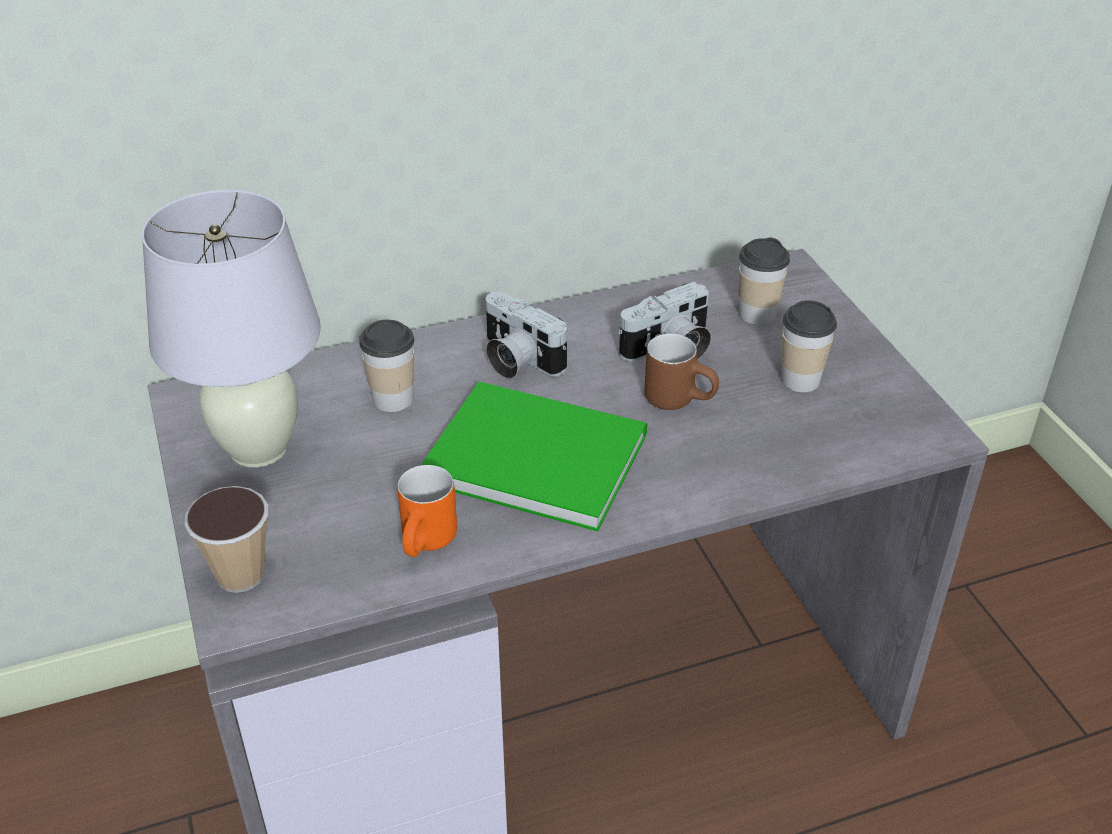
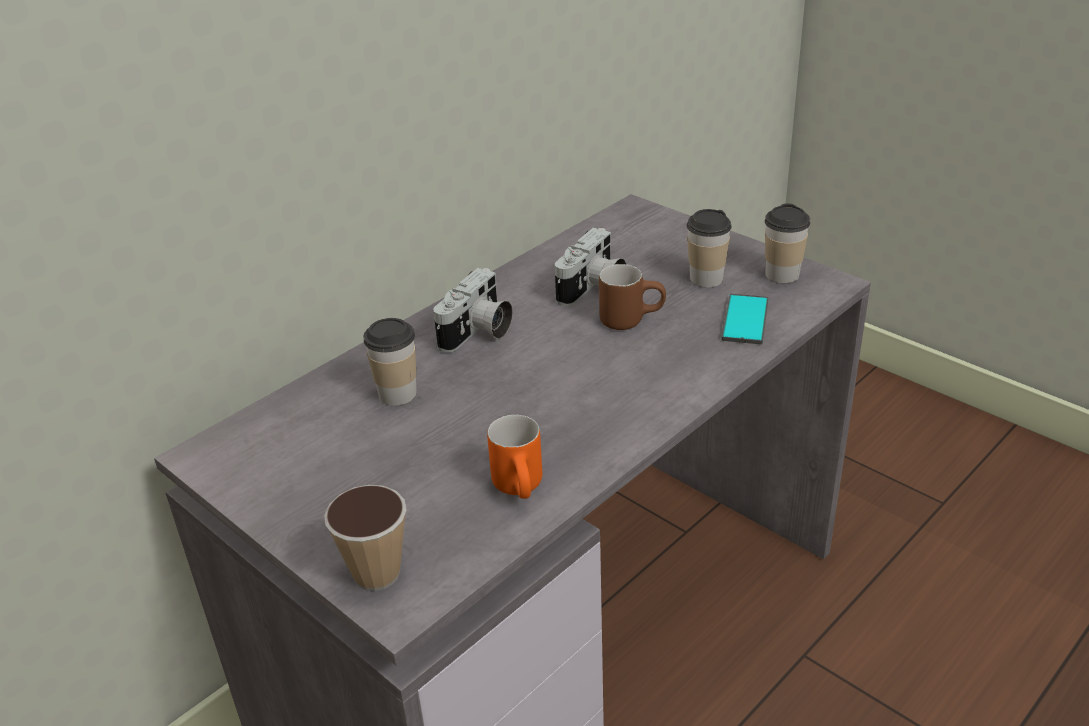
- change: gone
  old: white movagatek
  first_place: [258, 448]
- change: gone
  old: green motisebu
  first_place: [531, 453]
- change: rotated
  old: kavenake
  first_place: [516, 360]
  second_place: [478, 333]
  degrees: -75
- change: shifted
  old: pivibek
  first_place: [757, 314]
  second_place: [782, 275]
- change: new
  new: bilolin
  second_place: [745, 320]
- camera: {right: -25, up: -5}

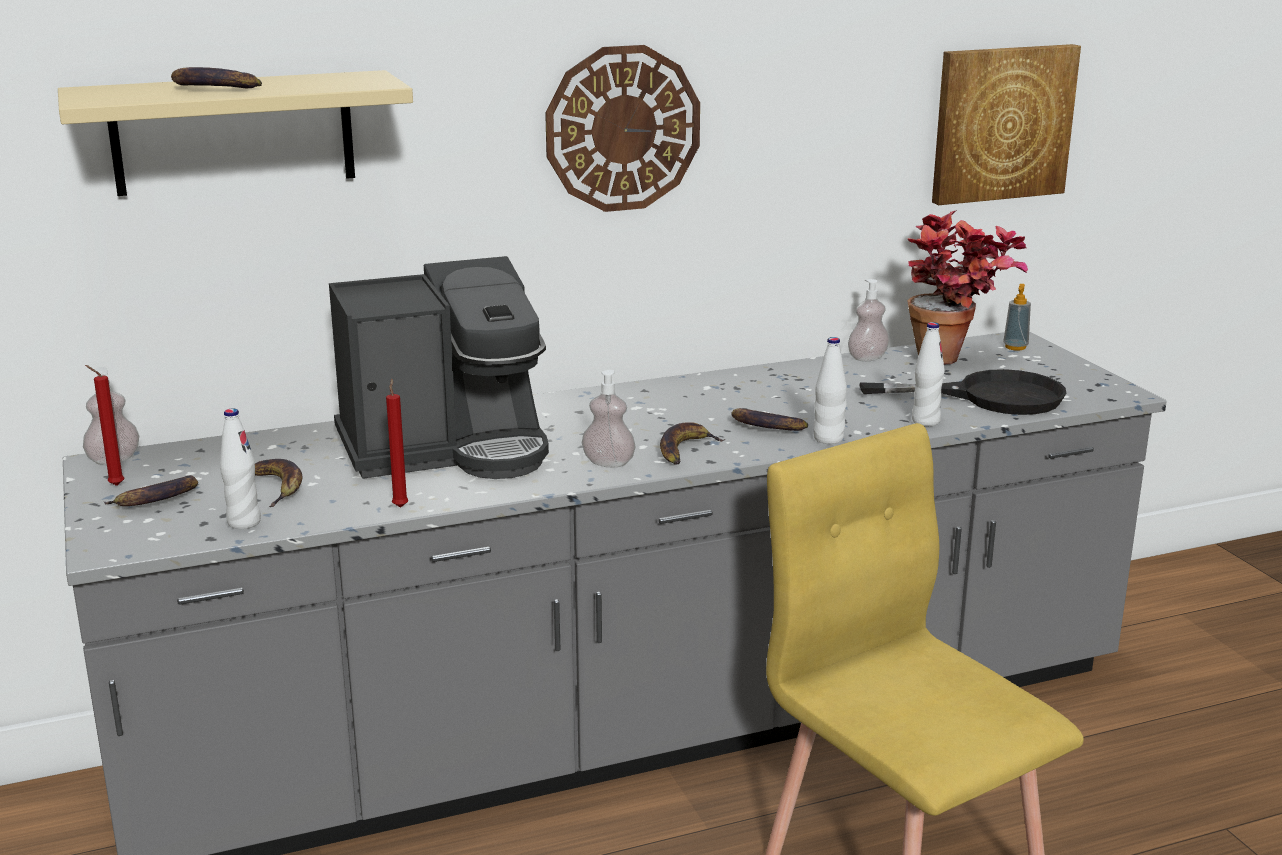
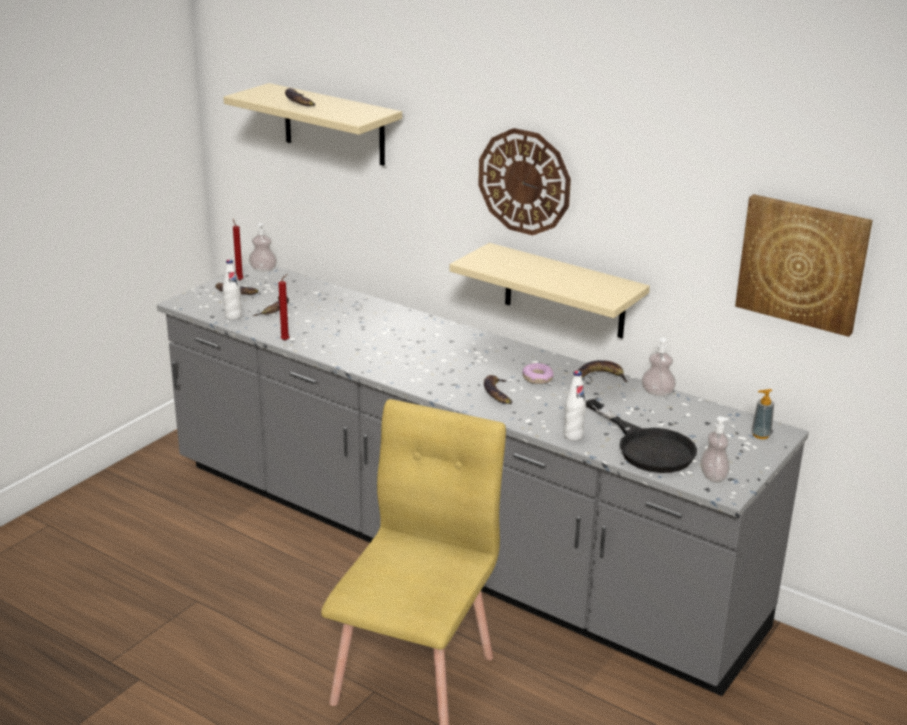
- change: gone
  old: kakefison
  first_place: [448, 449]
- change: shifted
  old: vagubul
  first_place: [608, 463]
  second_place: [713, 476]
- change: shifted
  old: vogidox
  first_place: [685, 450]
  second_place: [600, 376]
- change: gone
  old: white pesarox
  first_place: [828, 439]
- change: gone
  old: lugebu
  first_place: [953, 362]
- change: new
  new: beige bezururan
  second_place: [564, 291]
- change: new
  new: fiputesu
  second_place: [537, 378]
- camera: {right: 55, up: 5}

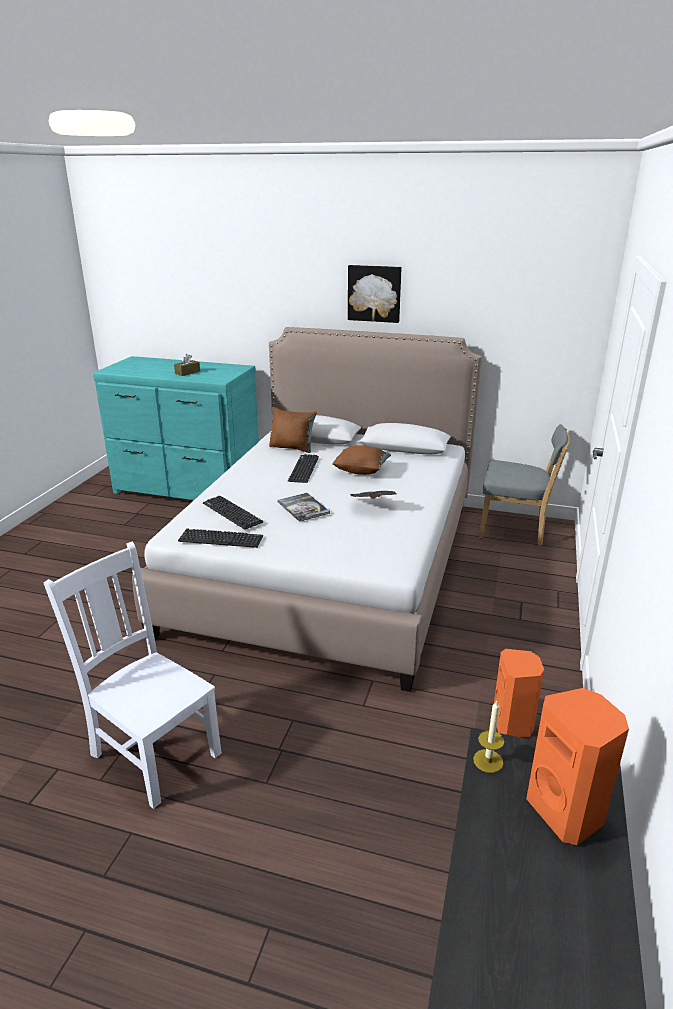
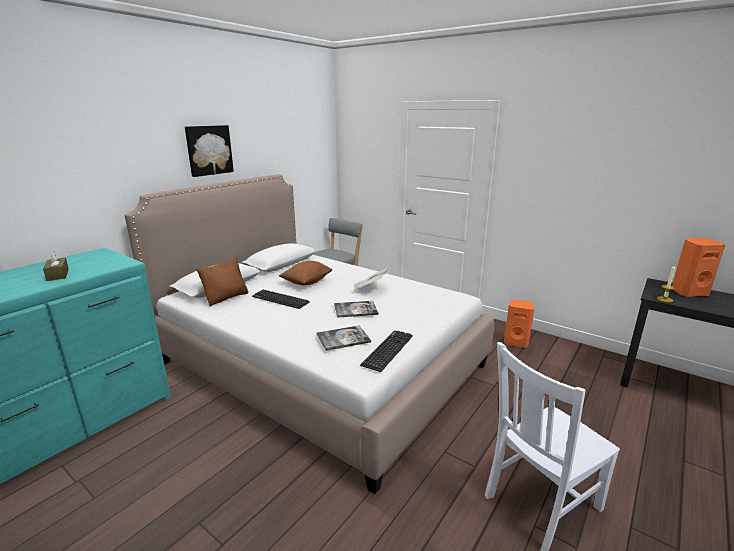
- change: swapped
  old: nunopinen
  new: motisebu
  first_place: [232, 513]
  second_place: [343, 338]
- camera: {right: -70, up: -5}

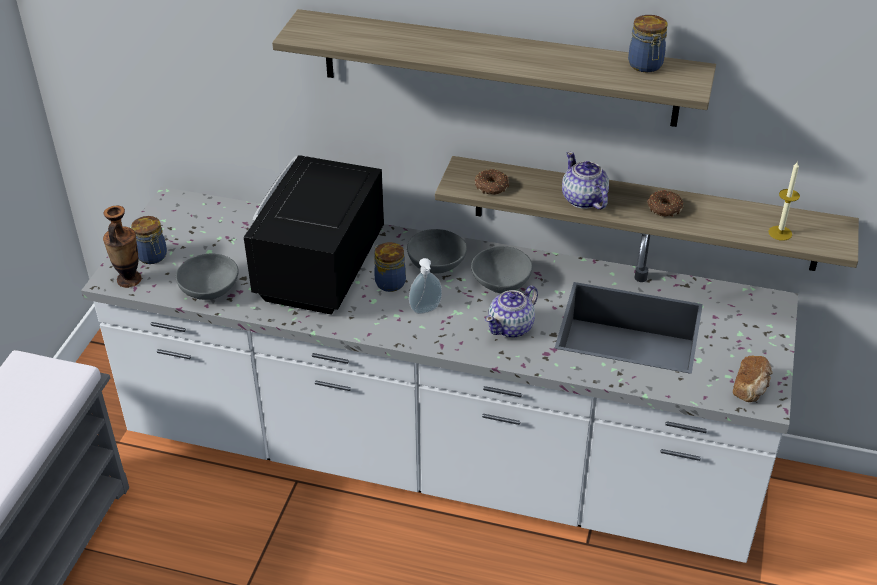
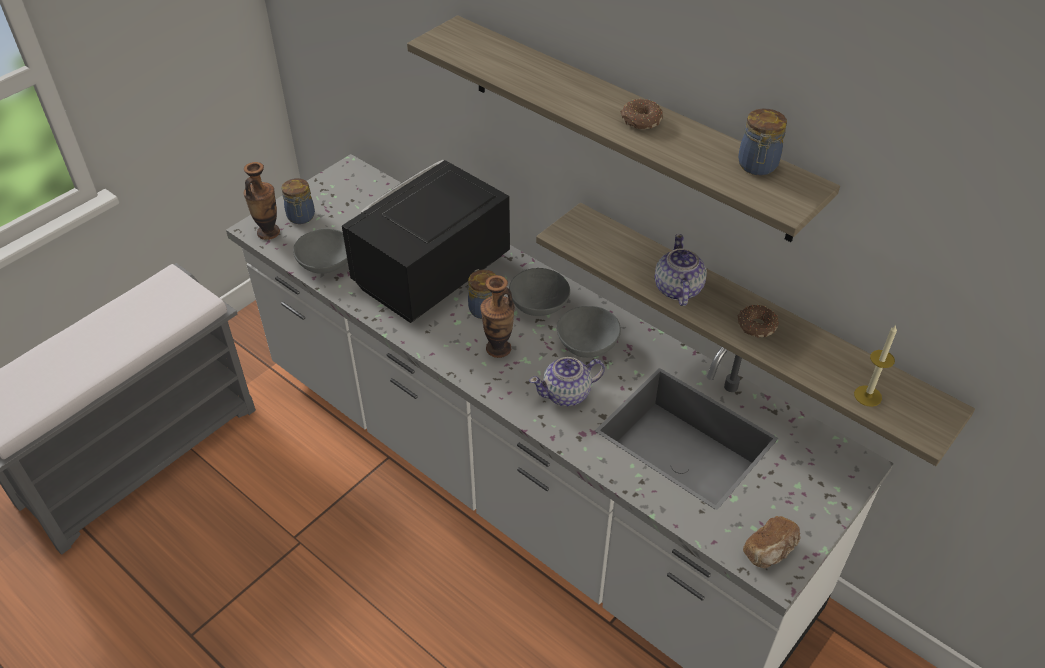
- change: swapped
  old: vagubul
  new: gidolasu
  first_place: [426, 310]
  second_place: [498, 348]
- change: shifted
  old: fiputesu
  first_place: [491, 187]
  second_place: [640, 120]
- camera: {right: 25, up: 5}

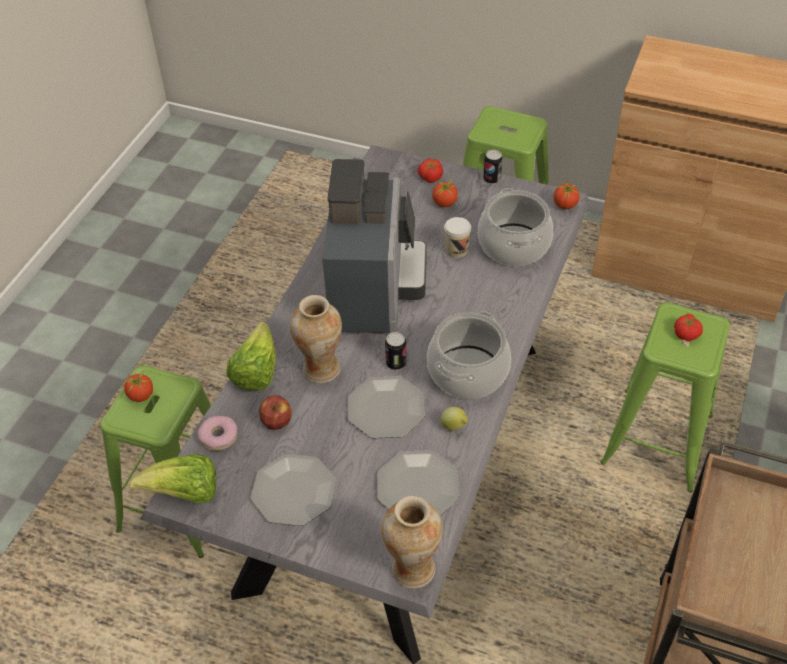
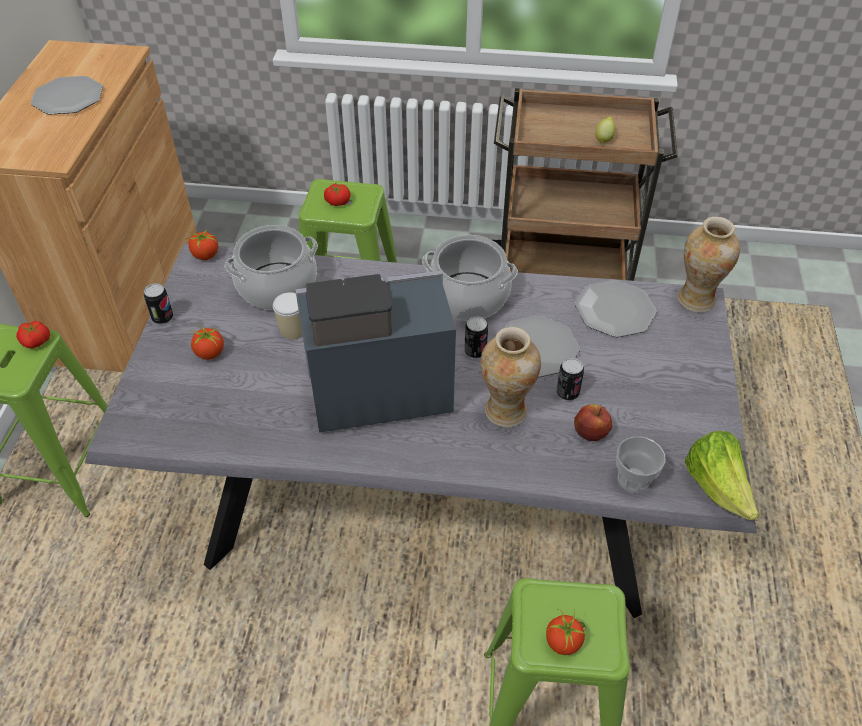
- change: swapped
  old: fiputesu
  new: pivibek
  first_place: [218, 436]
  second_place: [633, 479]
- change: gone
  old: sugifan
  first_place: [256, 372]
- change: shifted
  old: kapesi
  first_place: [294, 491]
  second_place: [68, 97]
- change: shifted
  old: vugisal
  first_place: [430, 177]
  second_place: [36, 341]
- change: shifted
  old: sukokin
  first_place: [454, 427]
  second_place: [604, 139]
- change: new
  new: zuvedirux
  second_place: [567, 393]
- camera: {right: -105, up: 0}

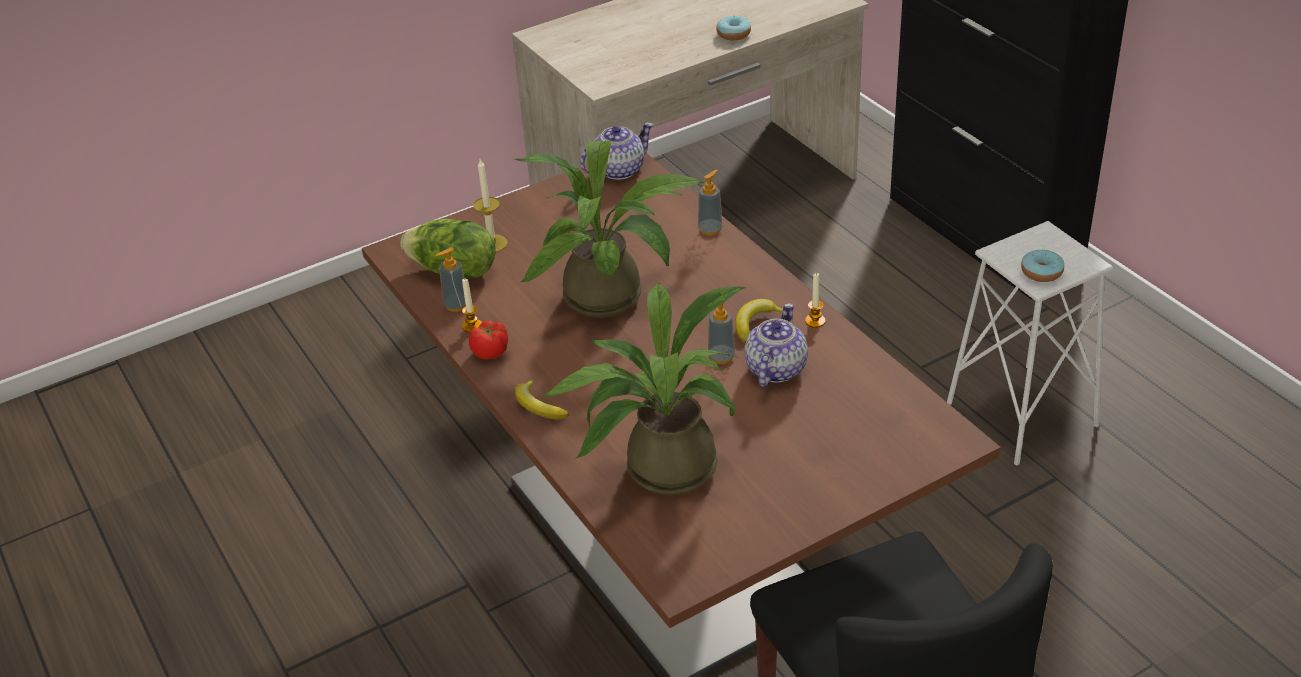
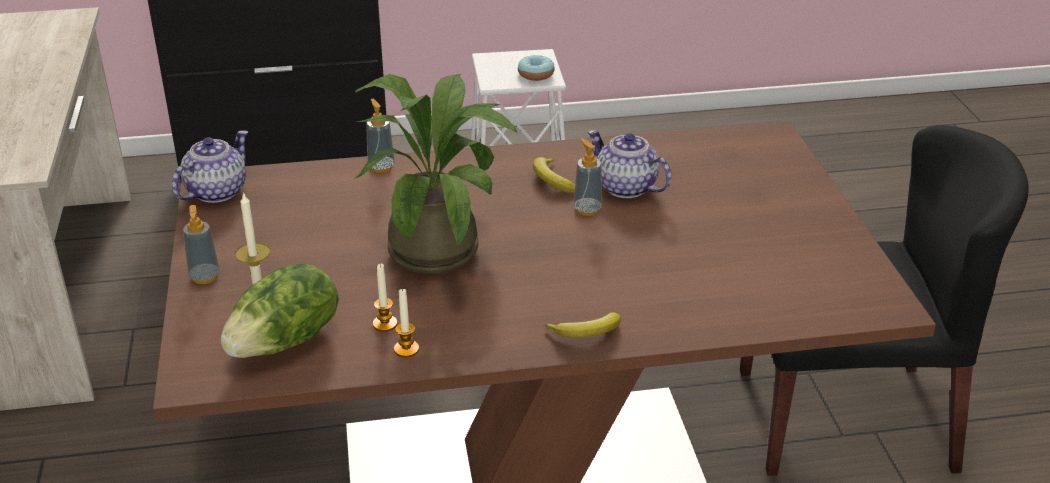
- change: shifted
  old: vagubul
  first_place: [456, 305]
  second_place: [205, 277]
- change: gone
  old: vugisal
  first_place: [490, 352]
- change: gone
  old: lugebu
  first_place: [659, 469]
- change: rotated
  old: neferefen
  first_place: [618, 170]
  second_place: [215, 192]
  degrees: 45
- change: gone
  old: fiputesu
  first_place: [733, 34]
- change: shifted
  old: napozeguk
  first_place: [815, 321]
  second_place: [385, 324]
- camera: {right: -70, up: -5}

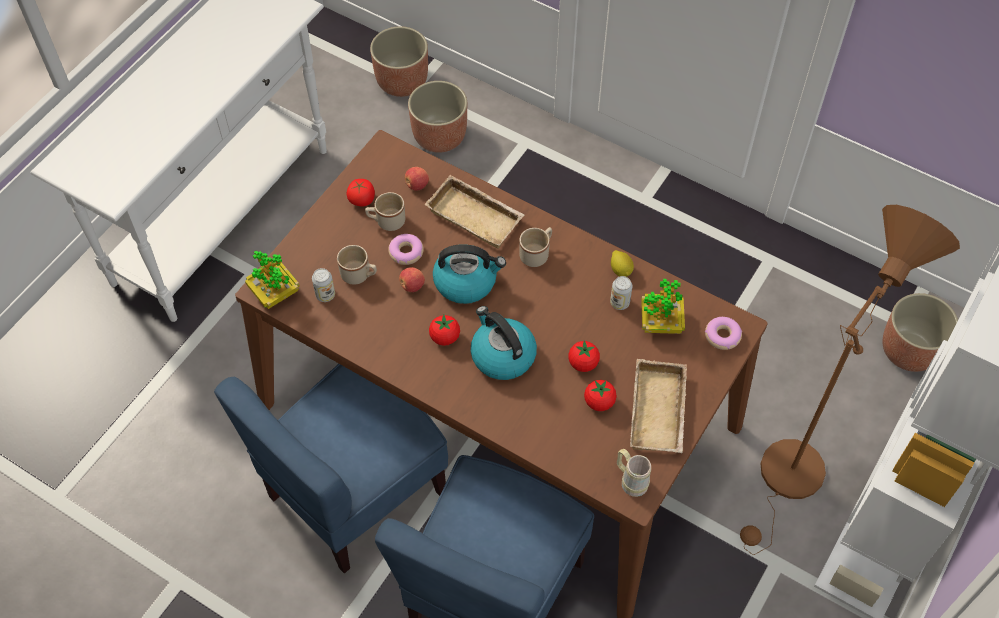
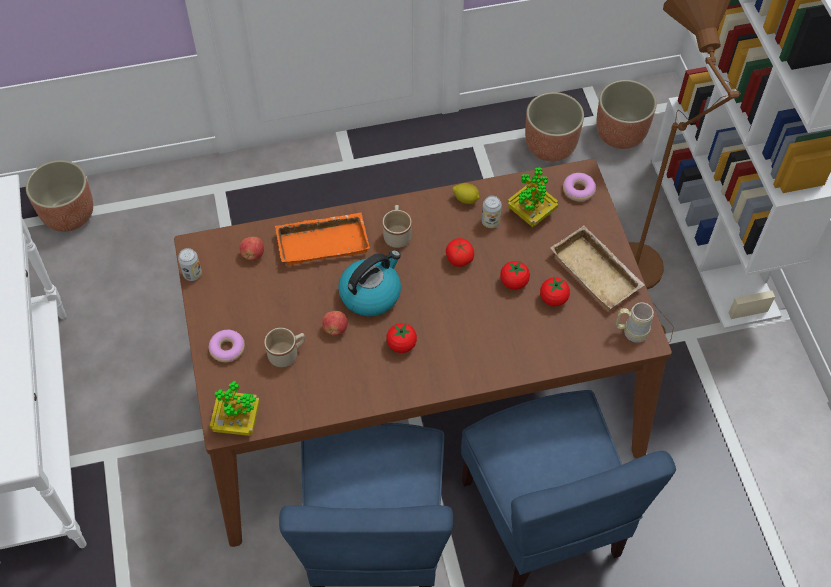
- change: shifted
  old: zuvedirux
  first_place: [325, 295]
  second_place: [192, 274]
- change: shifted
  old: vugisal
  first_place: [362, 199]
  second_place: [459, 259]
- change: gone
  old: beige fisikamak
  first_place: [386, 221]
- change: shifted
  old: fiputesu
  first_place: [406, 252]
  second_place: [227, 349]
- change: shifted
  old: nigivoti
  first_place: [440, 136]
  second_place: [550, 145]
- change: repainted
  old: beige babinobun
  new: orange babinobun
  first_place: [477, 215]
  second_place: [323, 241]
- change: gone
  old: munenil
  first_place: [502, 355]
- camera: {right: -45, up: 0}

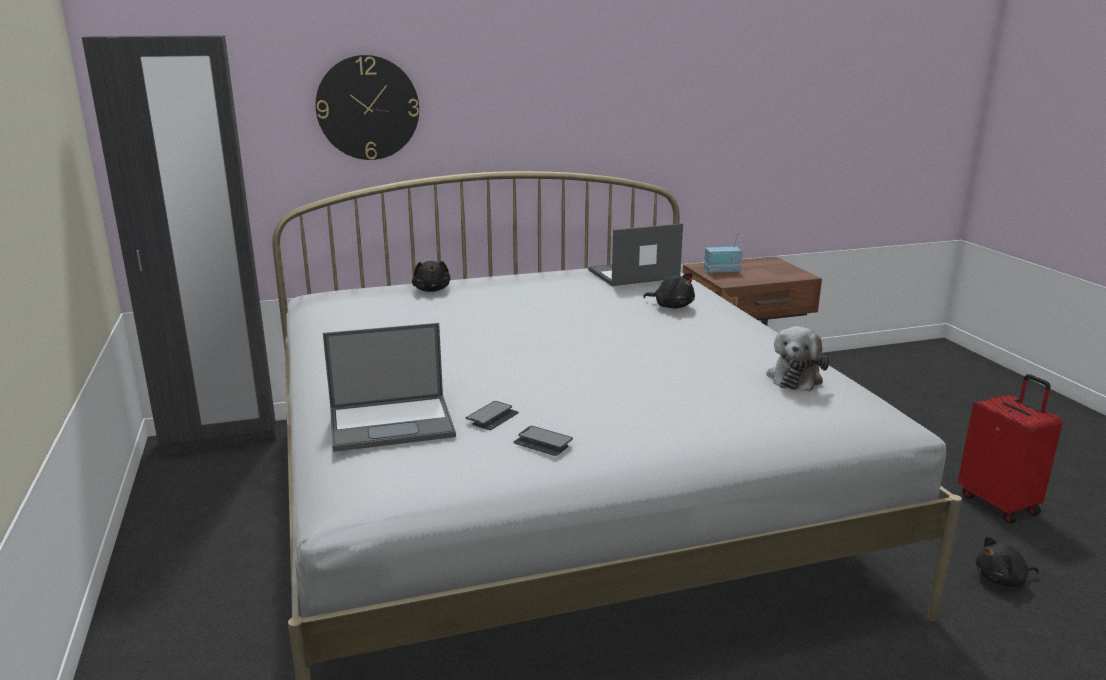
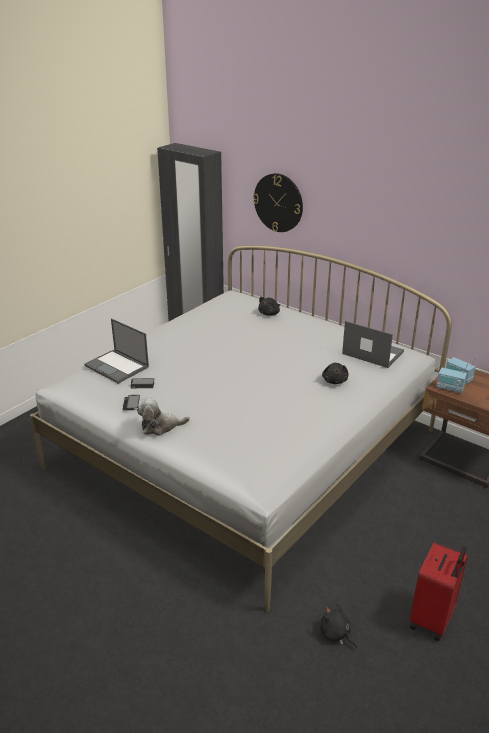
- change: shifted
  old: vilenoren
  first_place: [795, 377]
  second_place: [160, 426]
- change: new
  new: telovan
  second_place: [449, 388]
- camera: {right: 55, up: 10}

